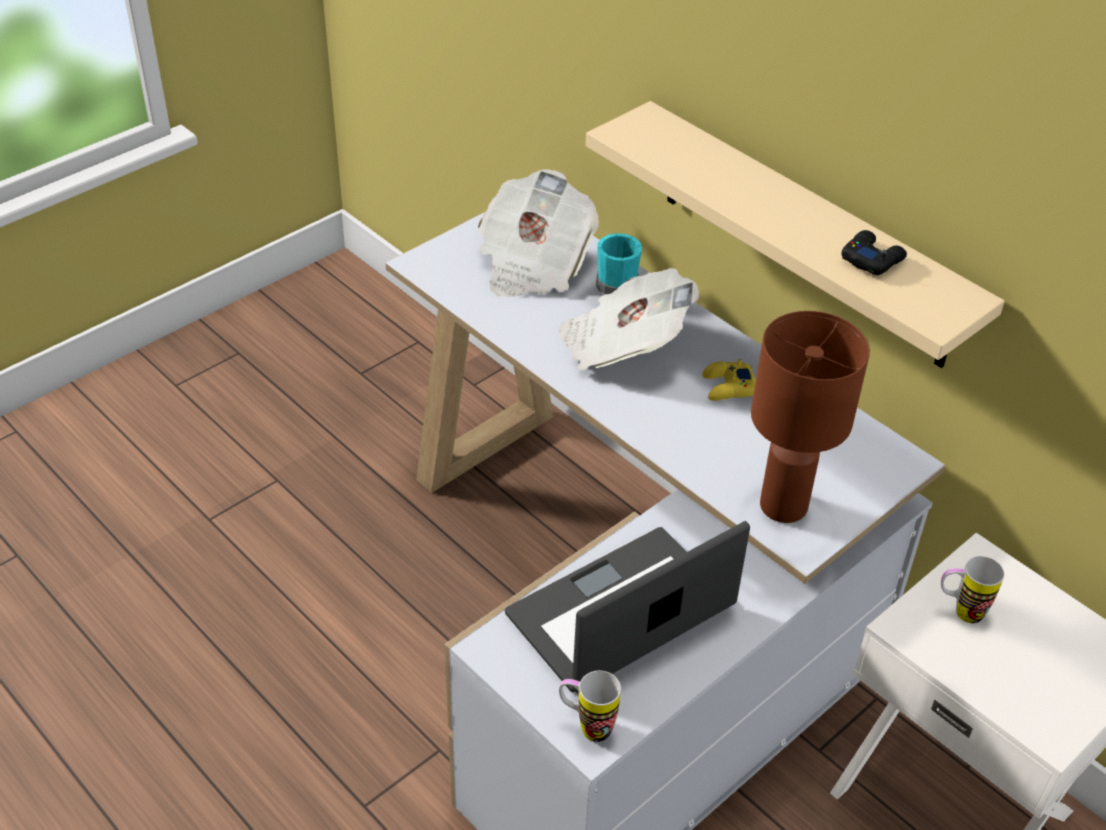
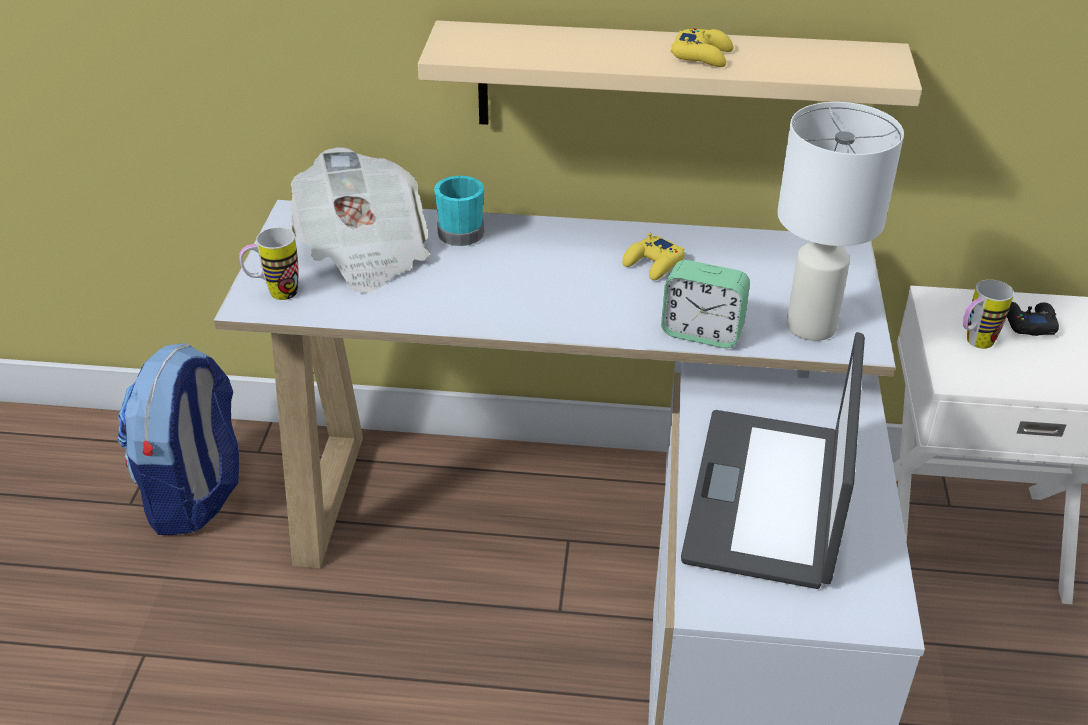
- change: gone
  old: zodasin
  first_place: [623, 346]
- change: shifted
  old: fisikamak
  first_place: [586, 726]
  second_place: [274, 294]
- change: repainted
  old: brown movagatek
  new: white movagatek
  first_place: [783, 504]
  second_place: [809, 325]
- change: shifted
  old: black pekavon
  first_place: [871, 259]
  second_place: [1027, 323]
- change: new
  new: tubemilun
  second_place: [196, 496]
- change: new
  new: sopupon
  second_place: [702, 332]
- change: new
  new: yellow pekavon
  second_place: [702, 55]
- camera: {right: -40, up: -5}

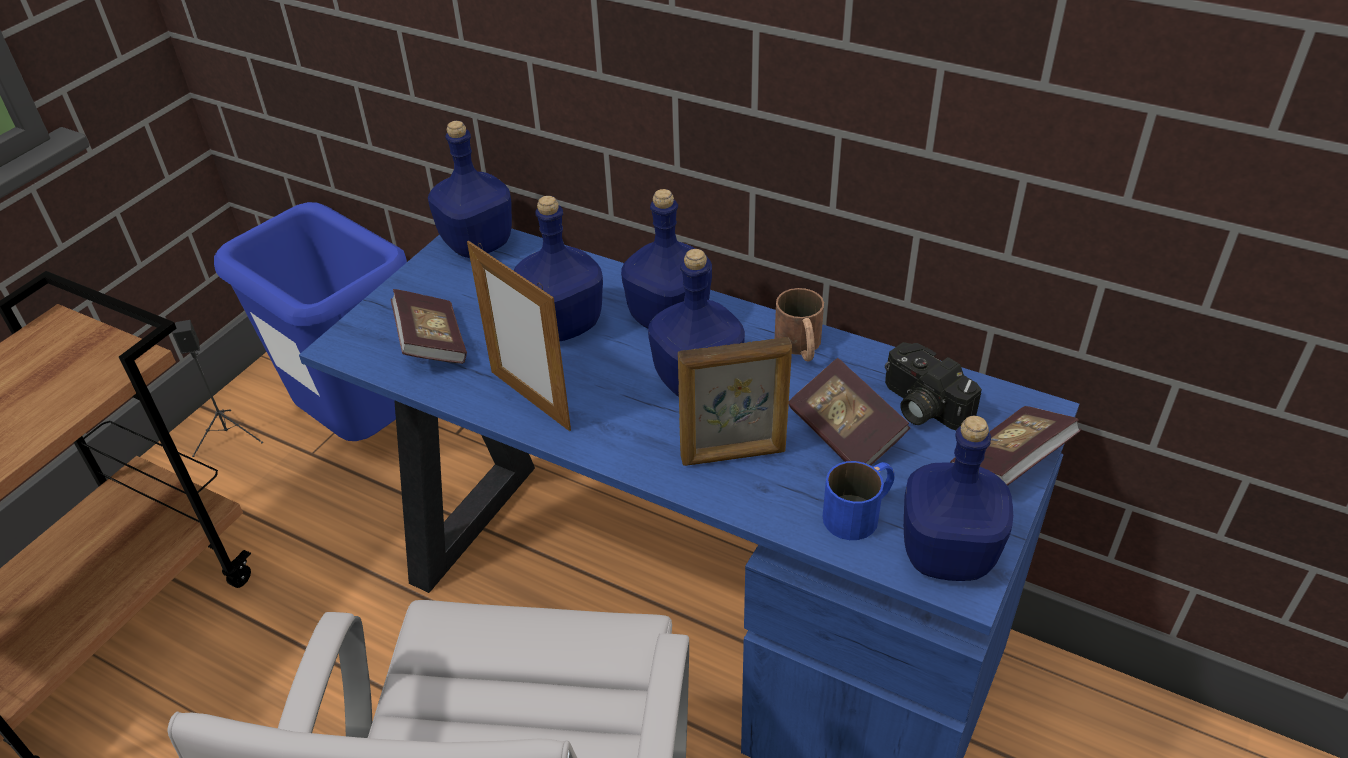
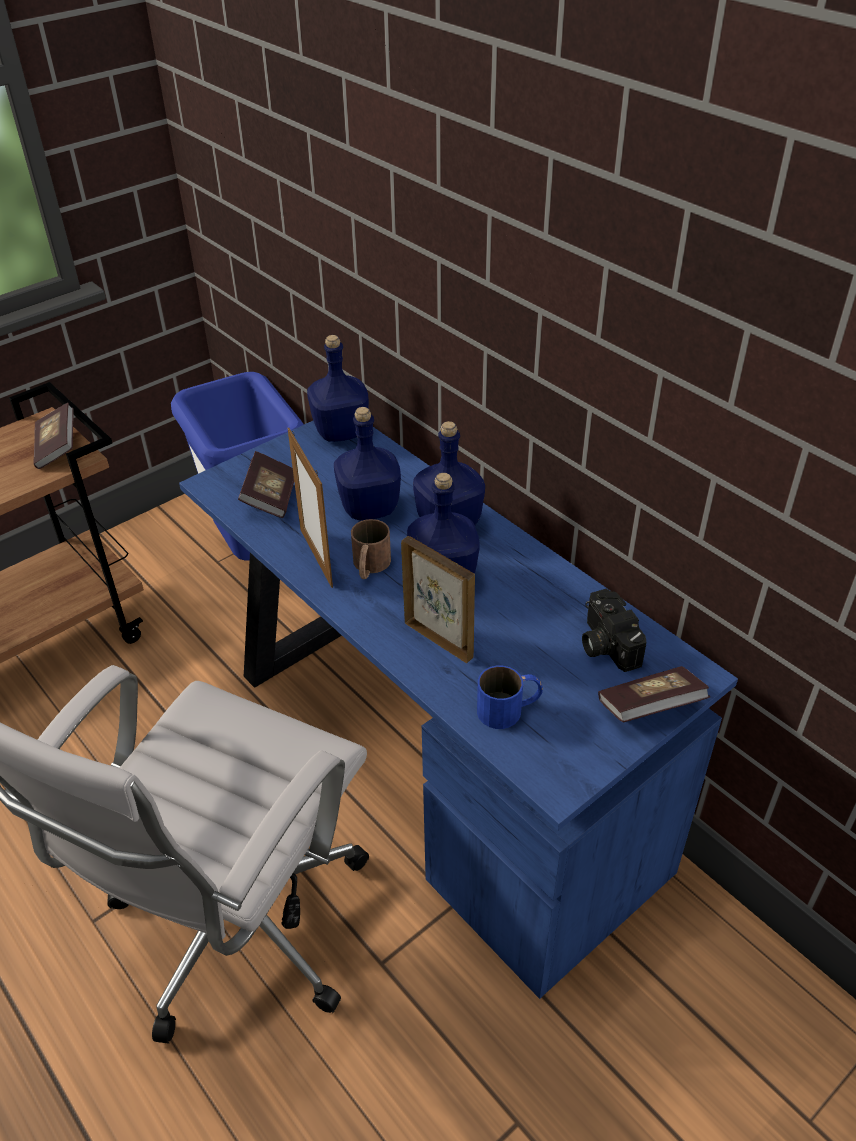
- change: gone
  old: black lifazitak
  first_place: [229, 436]
- change: rotated
  old: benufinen
  first_place: [733, 455]
  second_place: [439, 639]
  degrees: -150
- change: shifted
  old: brown fisikamak
  first_place: [800, 347]
  second_place: [369, 567]
- change: shifted
  old: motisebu
  first_place: [845, 433]
  second_place: [57, 448]
- change: gone
  old: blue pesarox
  first_place: [949, 554]
- camera: {right: 20, up: 0}

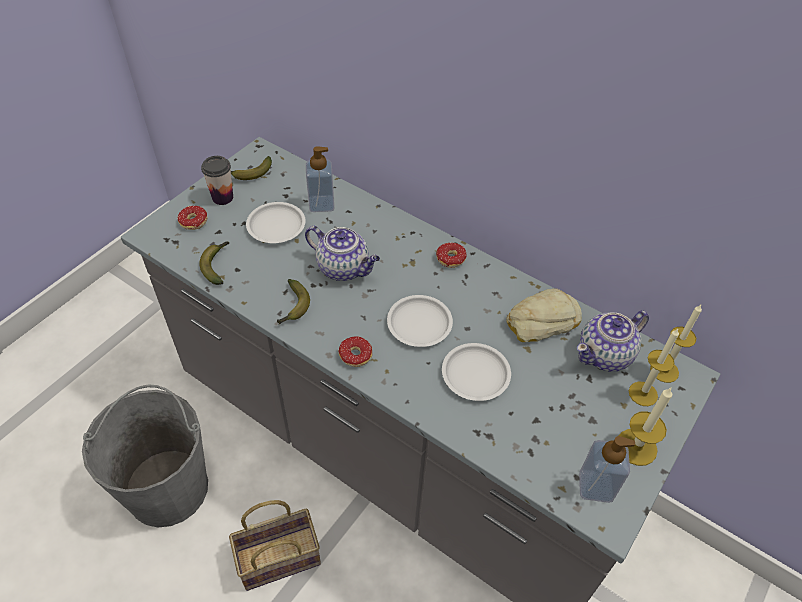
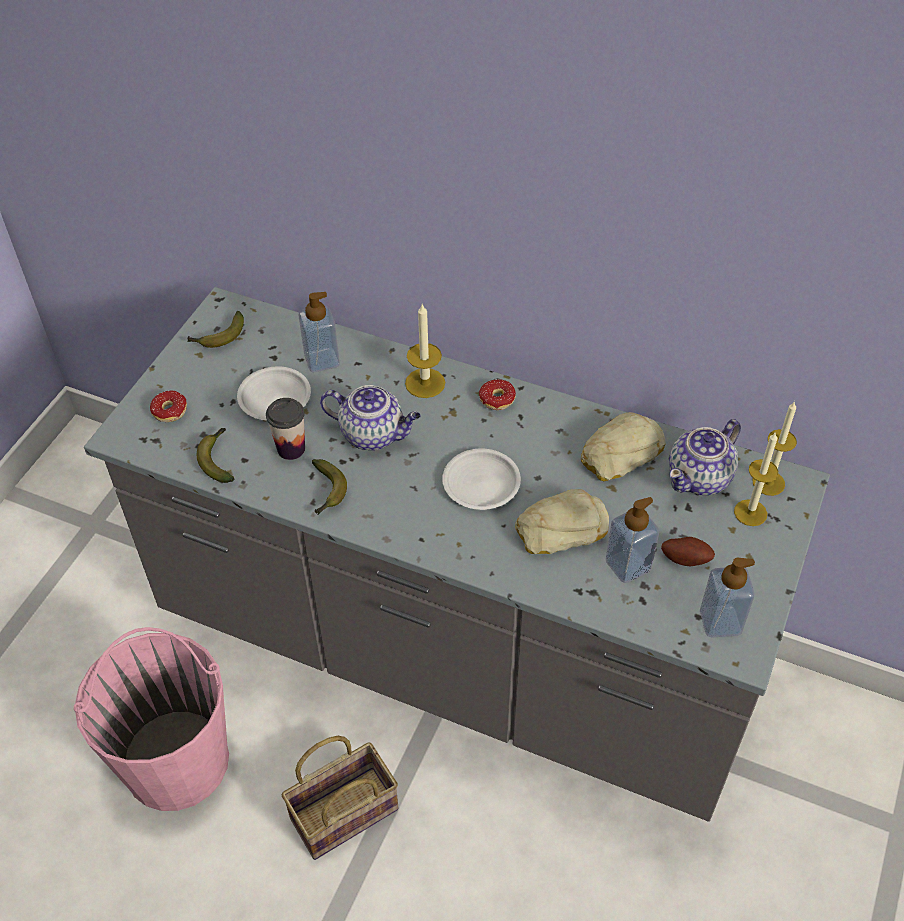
- change: repainted
  old: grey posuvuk
  new: pink posuvuk
  first_place: [168, 488]
  second_place: [176, 760]
- change: shifted
  old: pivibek
  first_place: [222, 197]
  second_place: [291, 449]
- change: gone
  old: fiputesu
  first_place: [351, 359]
- change: swapped
  old: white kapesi
  new: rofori
  first_place: [475, 374]
  second_place: [560, 528]
- change: shifted
  old: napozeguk
  first_place: [636, 447]
  second_place: [425, 383]
- change: new
  new: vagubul
  second_place: [628, 565]
- change: new
  new: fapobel
  second_place: [686, 558]
- camera: {right: -10, up: 0}

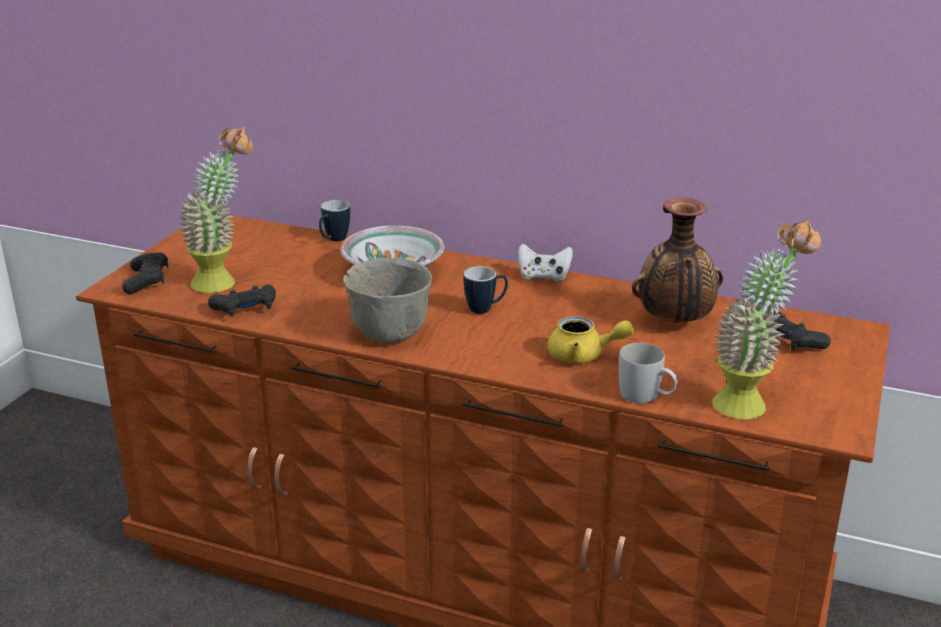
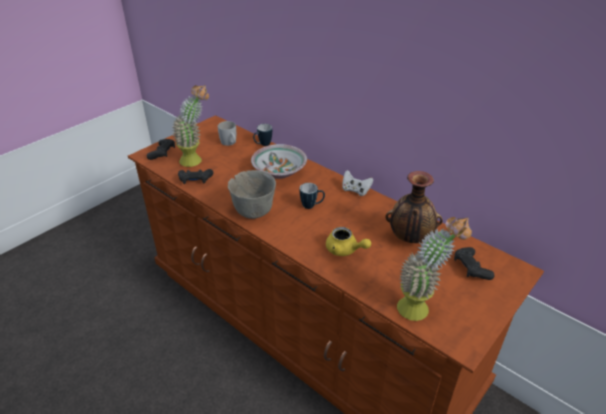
- change: shifted
  old: white fisikamak
  first_place: [646, 397]
  second_place: [230, 143]
- camera: {right: 20, up: 10}

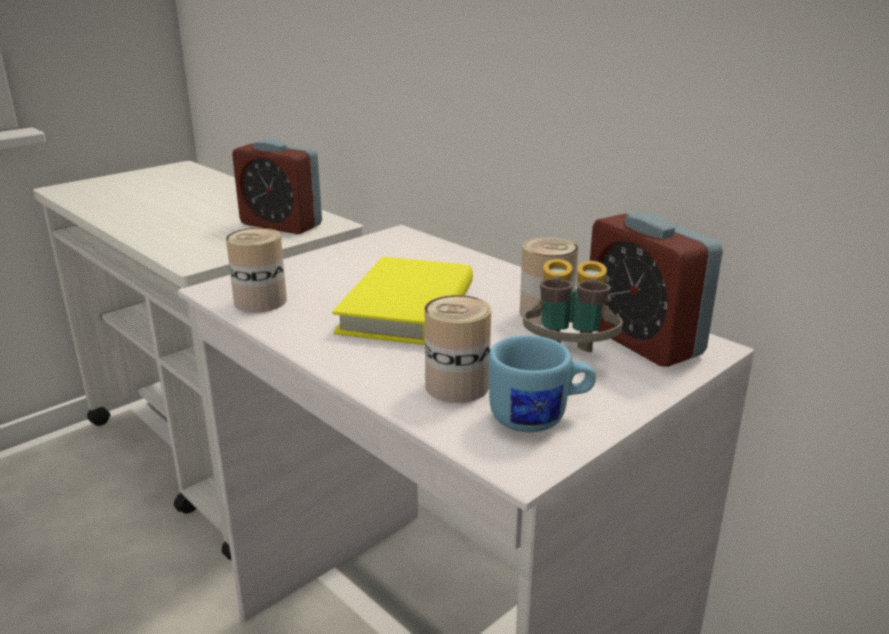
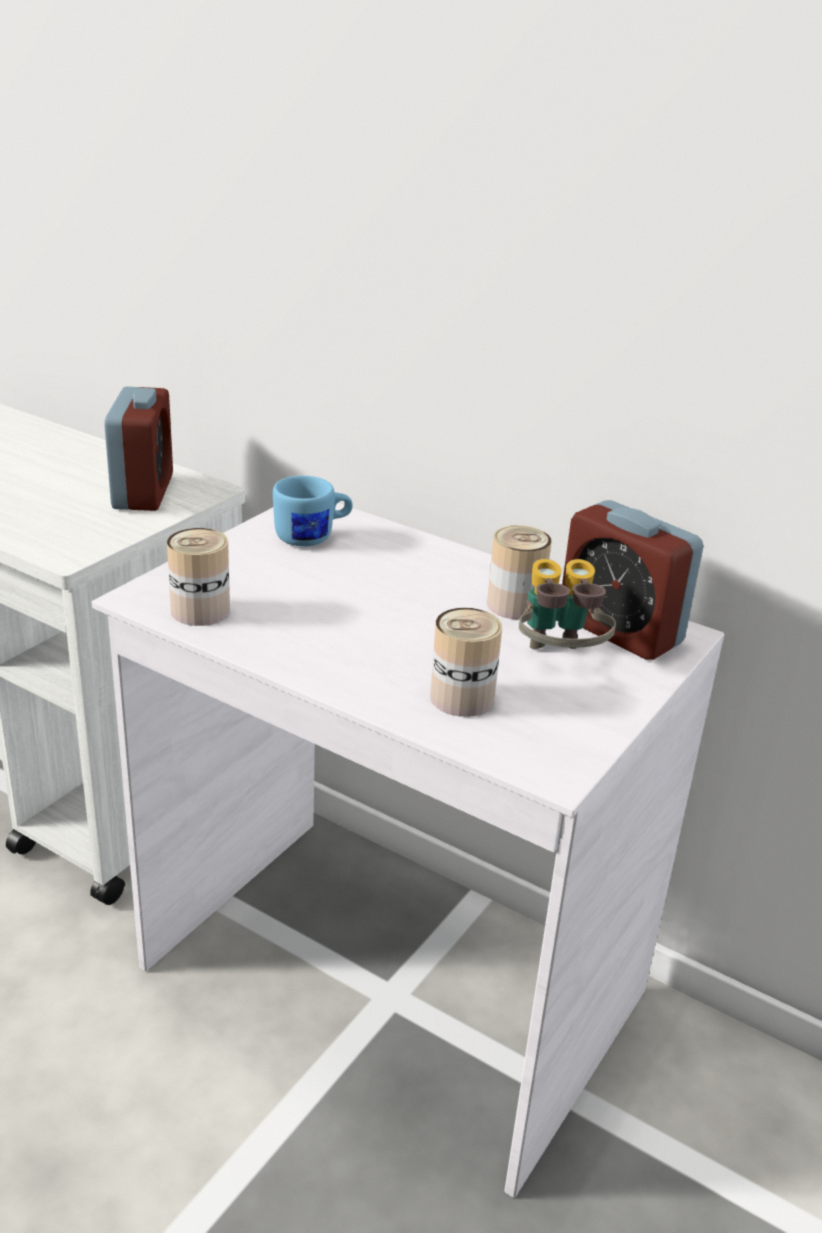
- change: rotated
  old: sopupon
  first_place: [281, 225]
  second_place: [143, 492]
  degrees: -105
- change: gone
  old: yellow motisebu
  first_place: [408, 308]
- change: shifted
  old: blue fisikamak
  first_place: [540, 417]
  second_place: [313, 537]
- camera: {right: -15, up: 5}

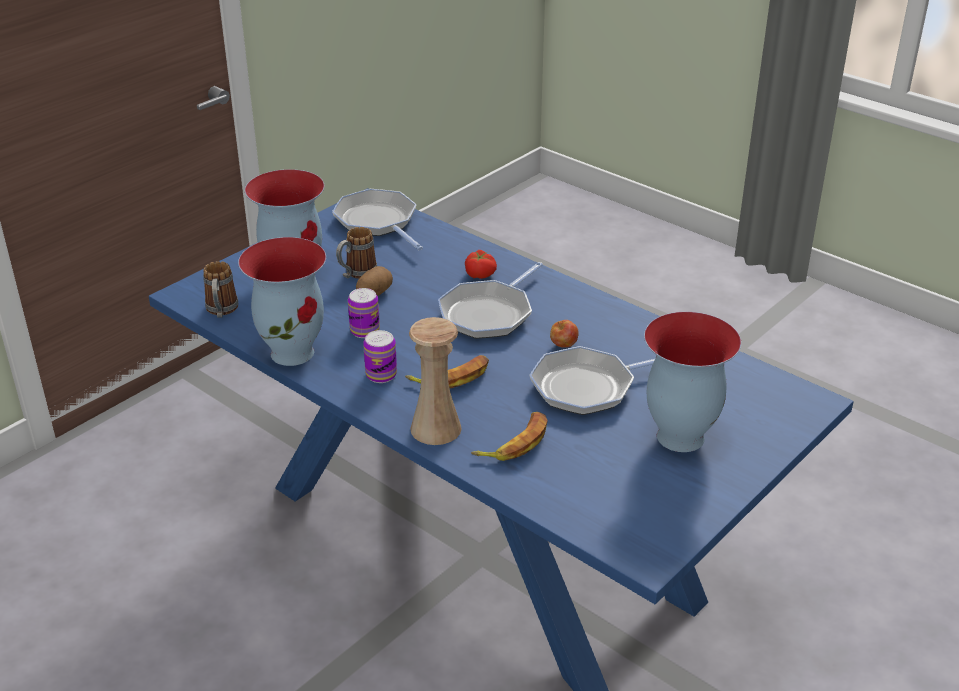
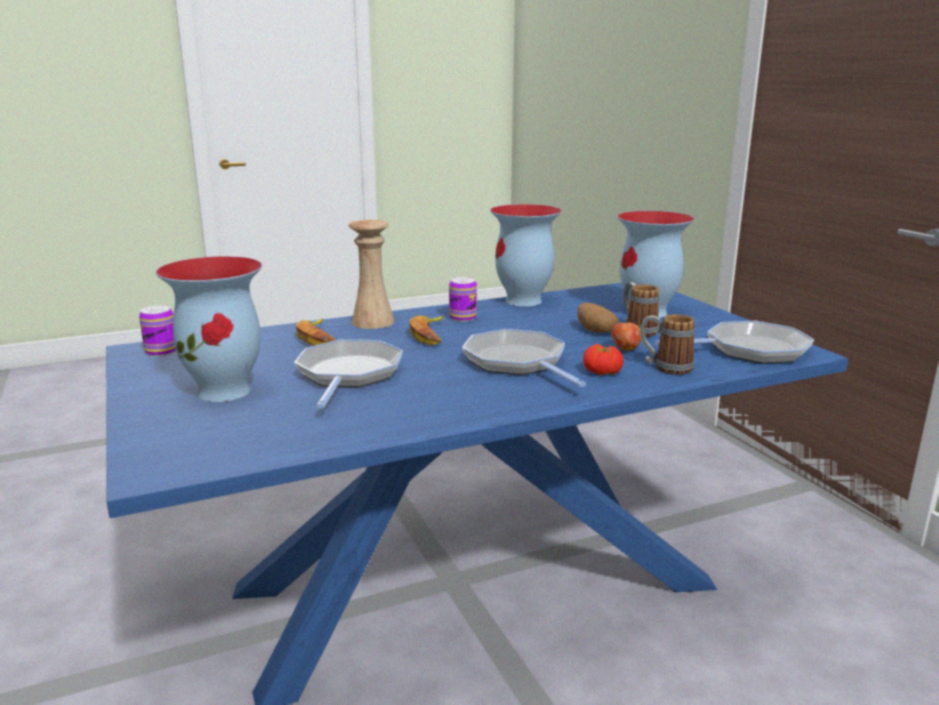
- change: shifted
  old: fisikamak
  first_place: [221, 311]
  second_place: [665, 367]
- change: shifted
  old: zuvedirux
  first_place: [365, 331]
  second_place: [161, 352]
- change: shifted
  old: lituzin
  first_place: [563, 346]
  second_place: [625, 349]
- camera: {right: 115, up: -15}

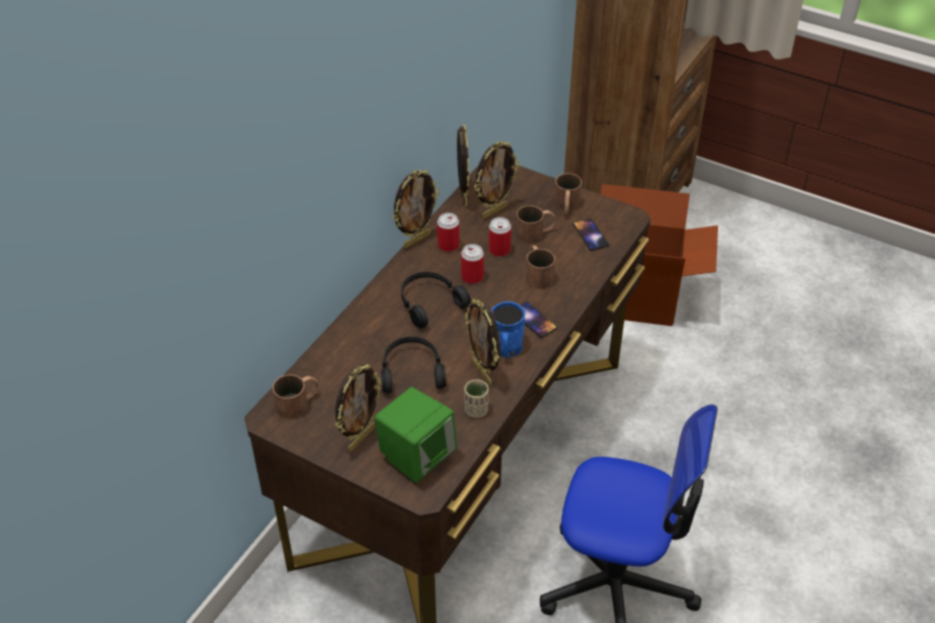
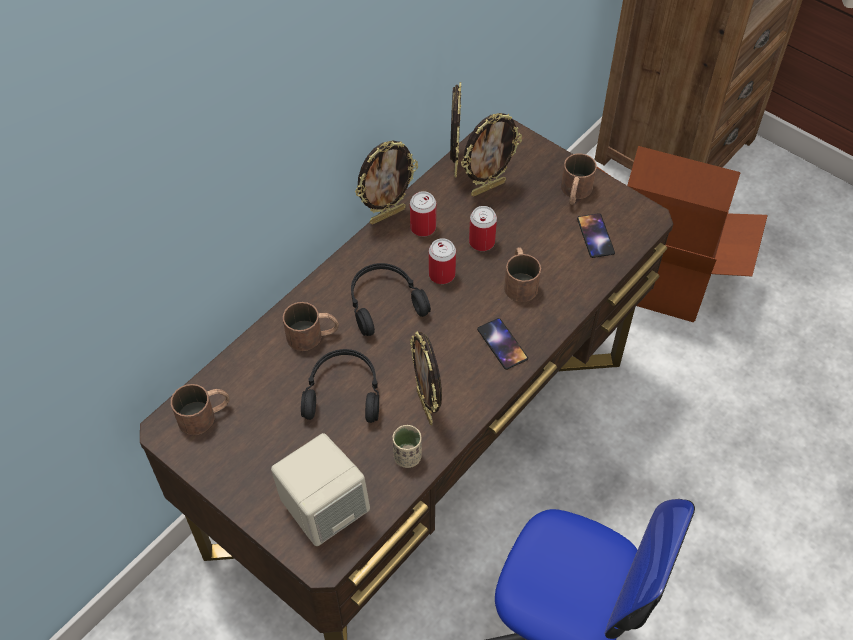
- change: gone
  old: benufinen
  first_place: [360, 438]
- change: repainted
  old: green lifazitak
  new: beige lifazitak
  first_place: [417, 457]
  second_place: [324, 510]
- change: gone
  old: blue fisikamak
  first_place: [506, 349]
- change: shifted
  old: brown fisikamak
  first_place: [535, 233]
  second_place: [313, 335]
- camera: {right: 10, up: 10}

